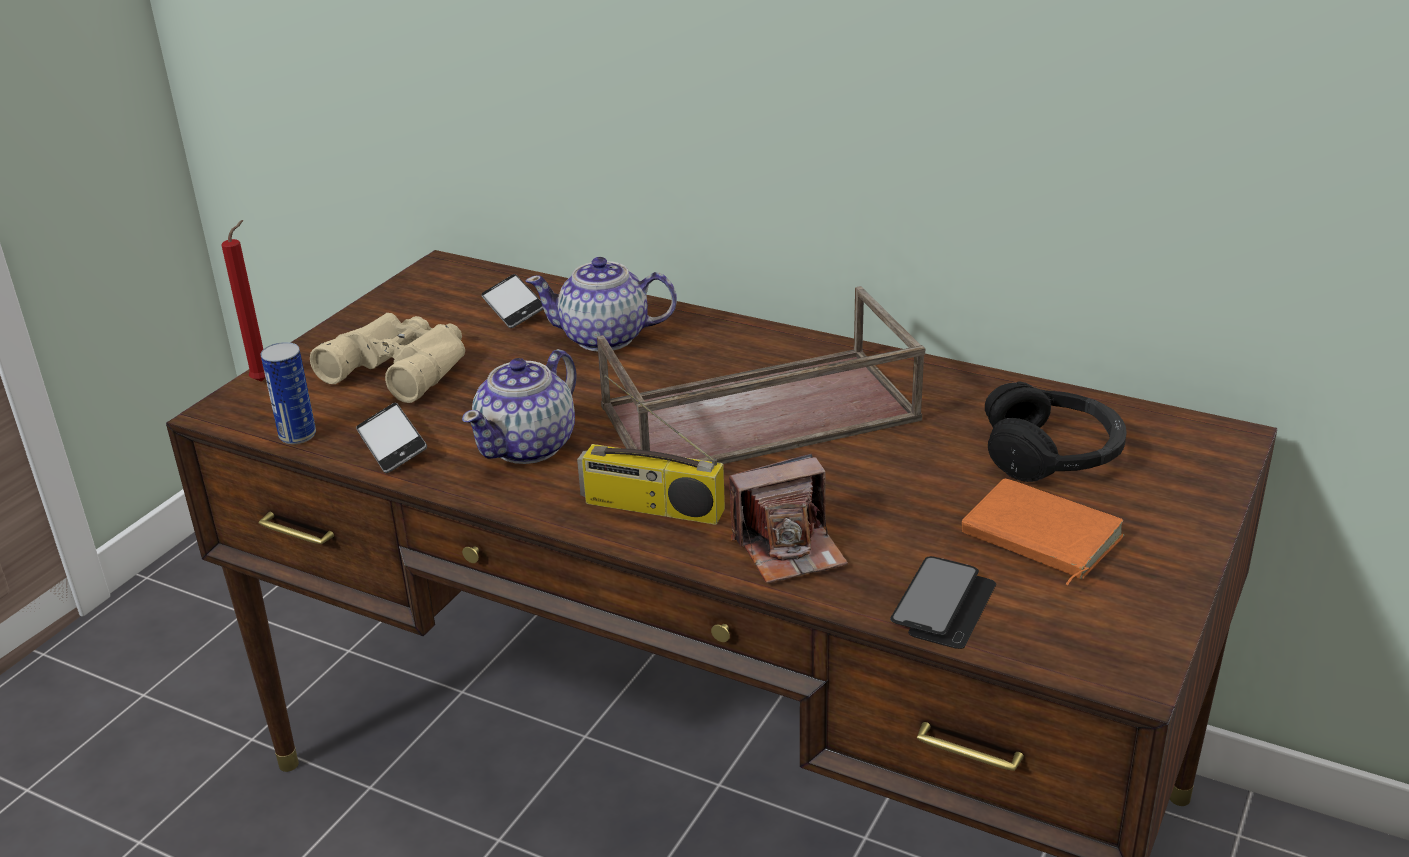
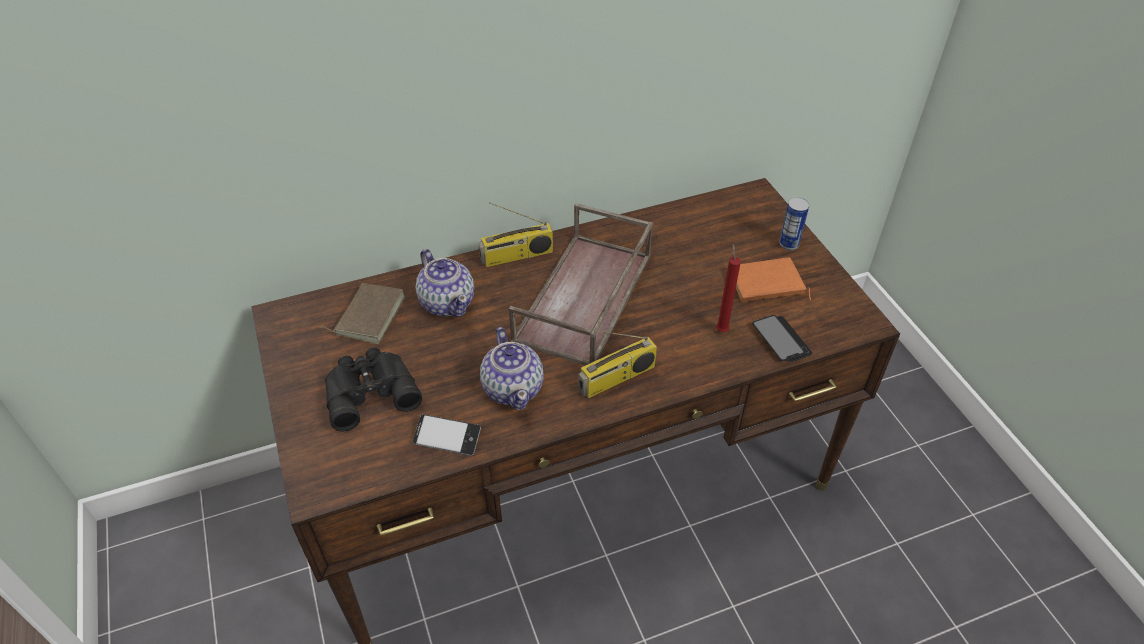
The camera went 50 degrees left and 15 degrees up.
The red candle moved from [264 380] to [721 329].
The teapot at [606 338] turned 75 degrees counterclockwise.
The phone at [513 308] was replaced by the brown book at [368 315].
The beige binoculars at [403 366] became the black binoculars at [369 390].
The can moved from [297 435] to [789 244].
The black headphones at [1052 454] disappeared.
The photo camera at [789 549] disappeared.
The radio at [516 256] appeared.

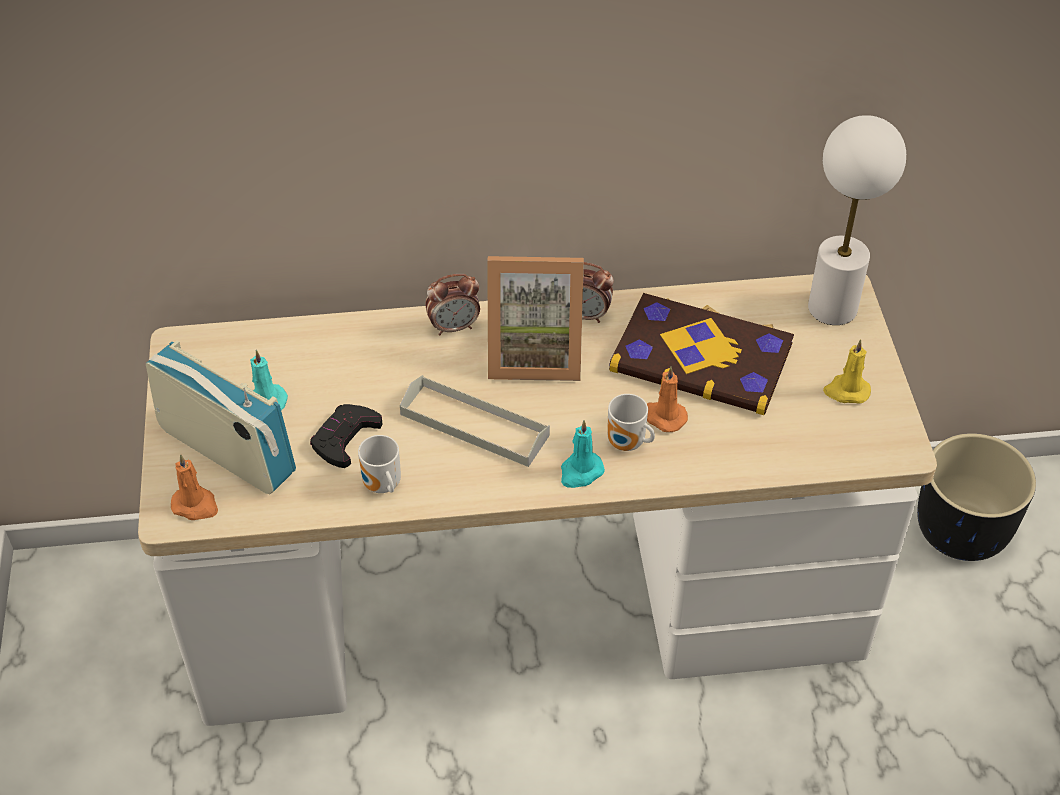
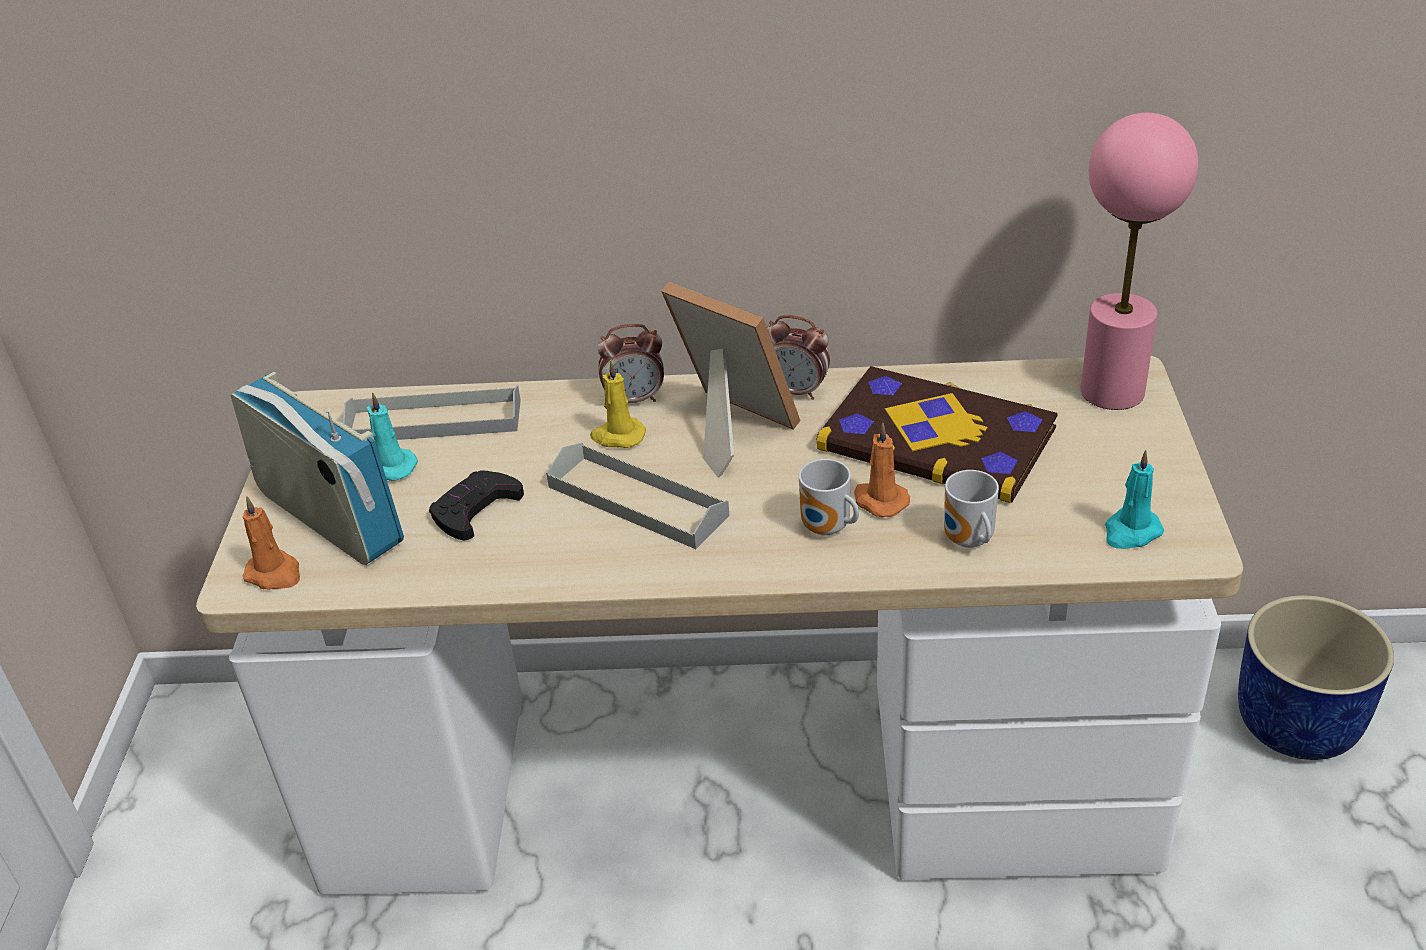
The camera went 10 degrees right and 10 degrees down.
The white table lamp at [833 307] became the pink table lamp at [1113 391].
The picture frame at [534 353] turned 150 degrees counterclockwise.
The yellow candle moved from [846 391] to [617 436].
The turquoise candle moved from [580 472] to [1131 532].
The black planter at [962 531] became the blue planter at [1298 725].
The mug moved from [381 487] to [968 542].
The grey tray at [434 421] appeared.

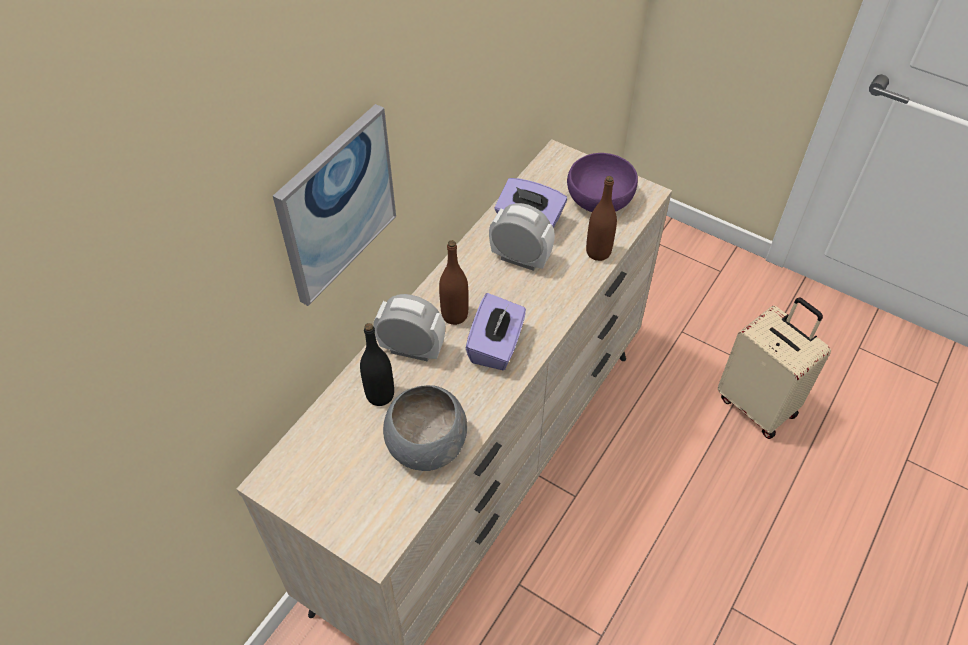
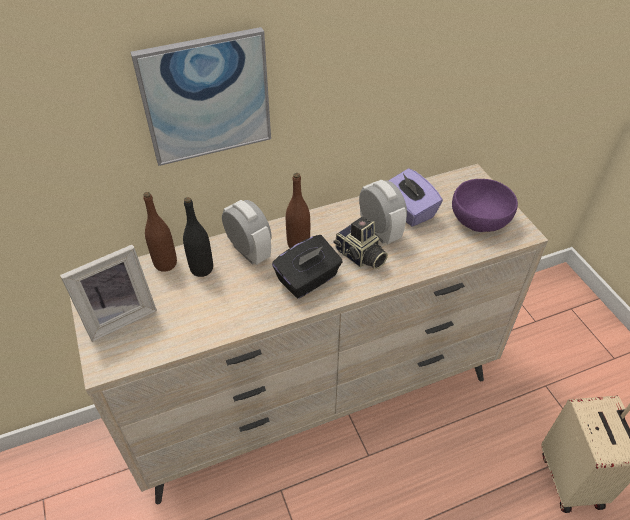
The camera went 35 degrees right and 5 degrees down.
The brown bottle moved from [598 252] to [165 264].
The purple tissue box at [496 346] became the black tissue box at [308 280].
The grey bowl at [425 445] disappeared.
The photo camera at [360 256] appeared.
The picture frame at [119 316] appeared.

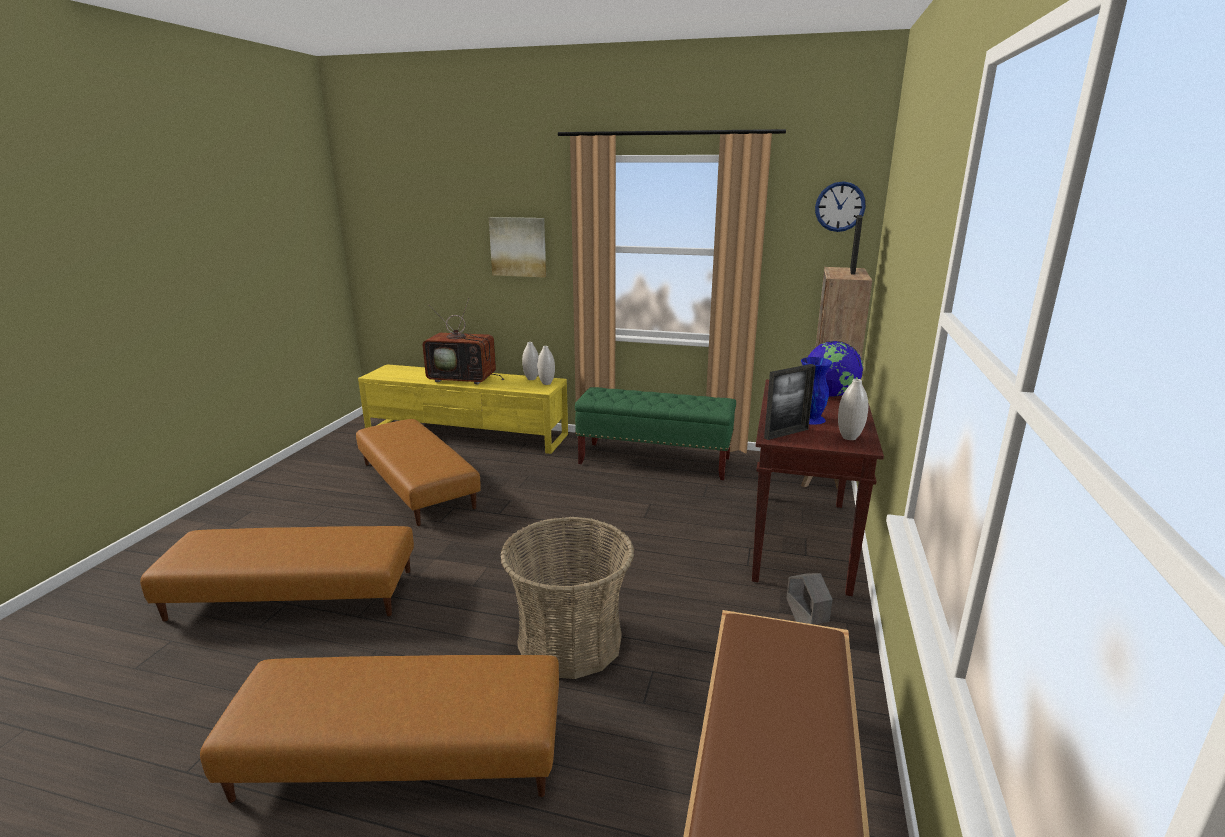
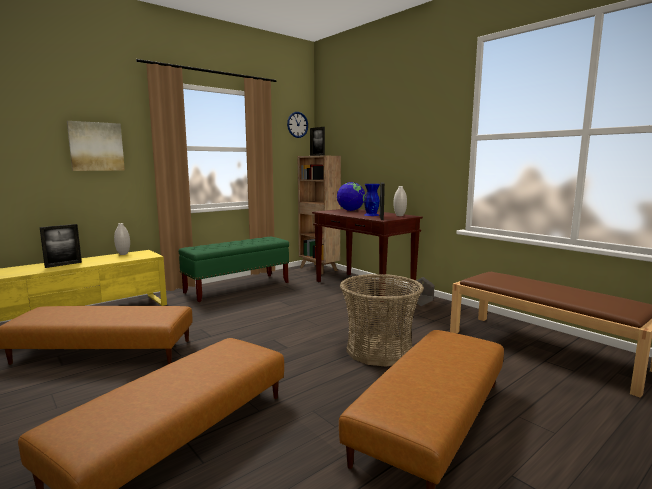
The camera went 55 degrees left and 10 degrees down.
The television at [465 378] was replaced by the picture frame at [63 265].
The white vase at [546 383] disappeared.

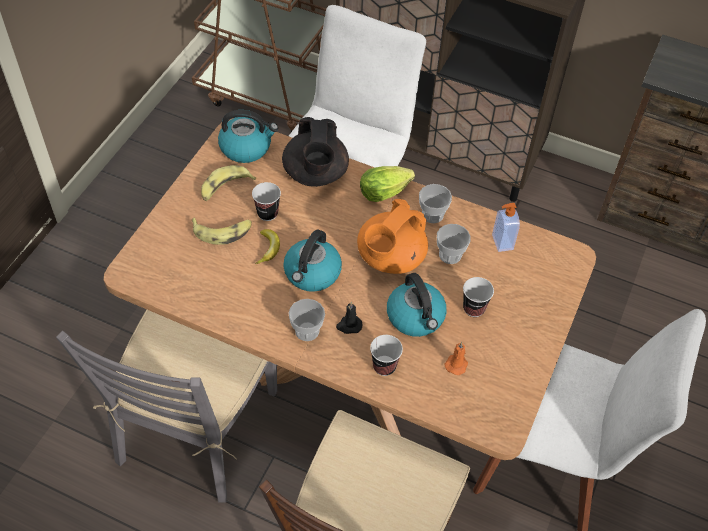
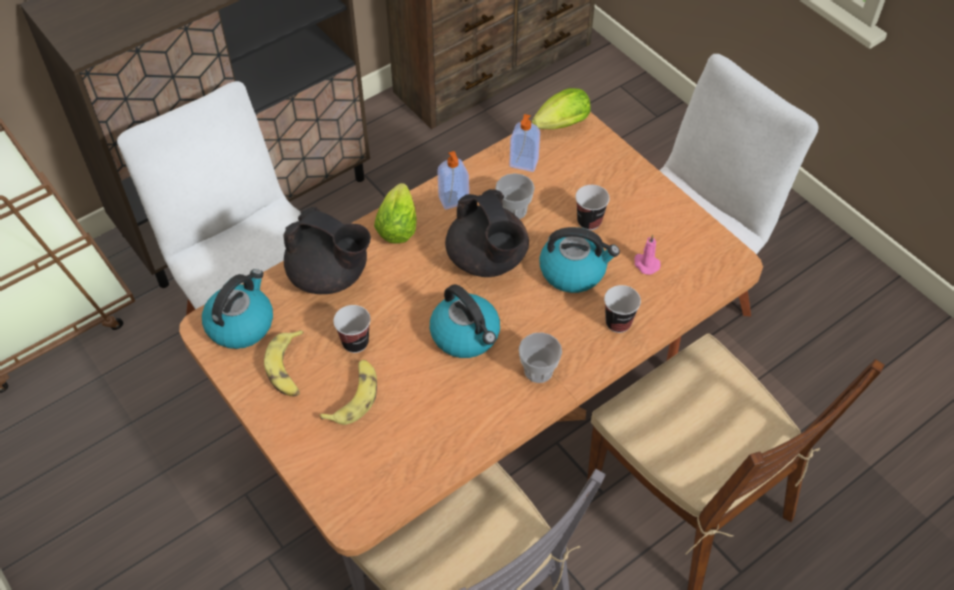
The camera went 60 degrees left and 0 degrees up.
The cup at [432 215] was replaced by the soap dispenser at [454 201].
The orange teapot at [390 258] became the black teapot at [487 260].
The banana at [268 248] disappeared.
The black candle at [349 325] disappeared.
The orange candle at [456 364] became the pink candle at [645 264].
The lettuce at [559 126] appeared.

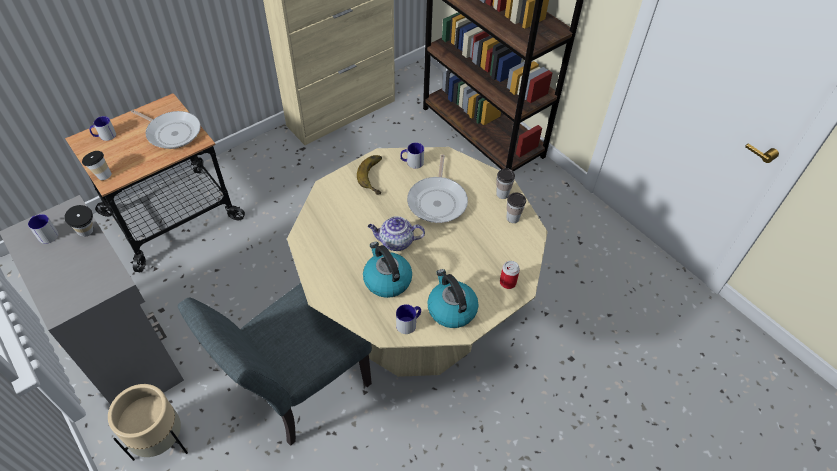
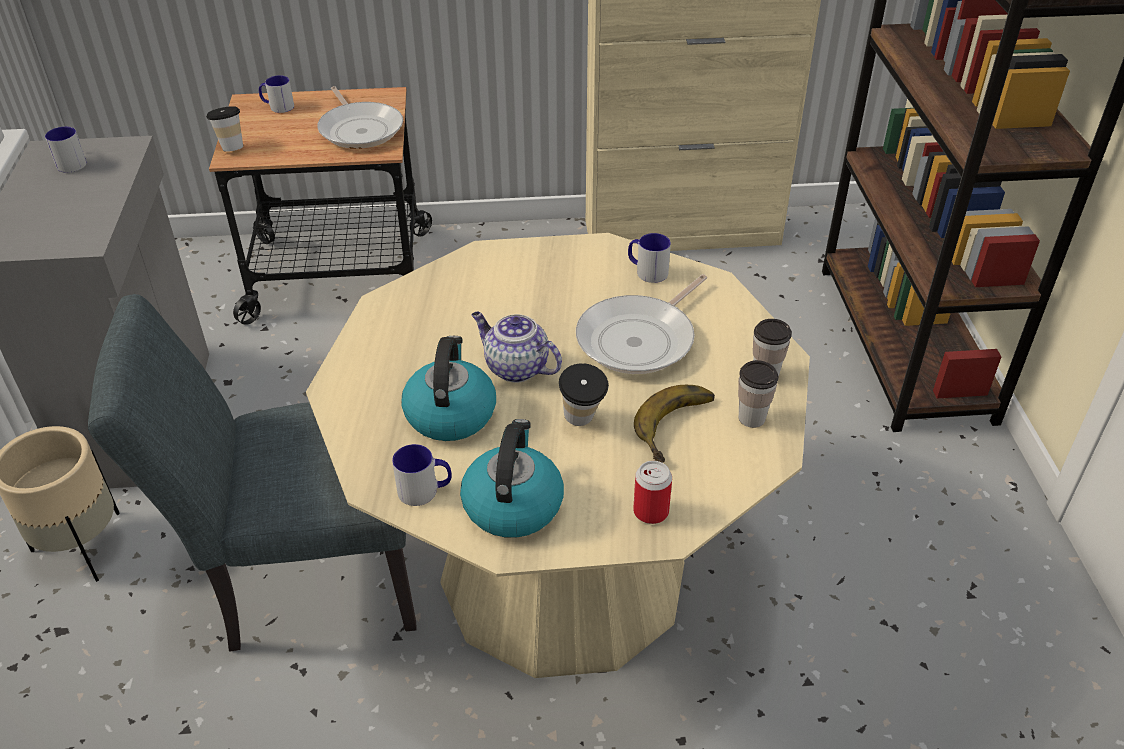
The camera went 35 degrees right and 10 degrees down.
The banana moved from [376 176] to [681 428].
The cup moved from [89 233] to [582 423].

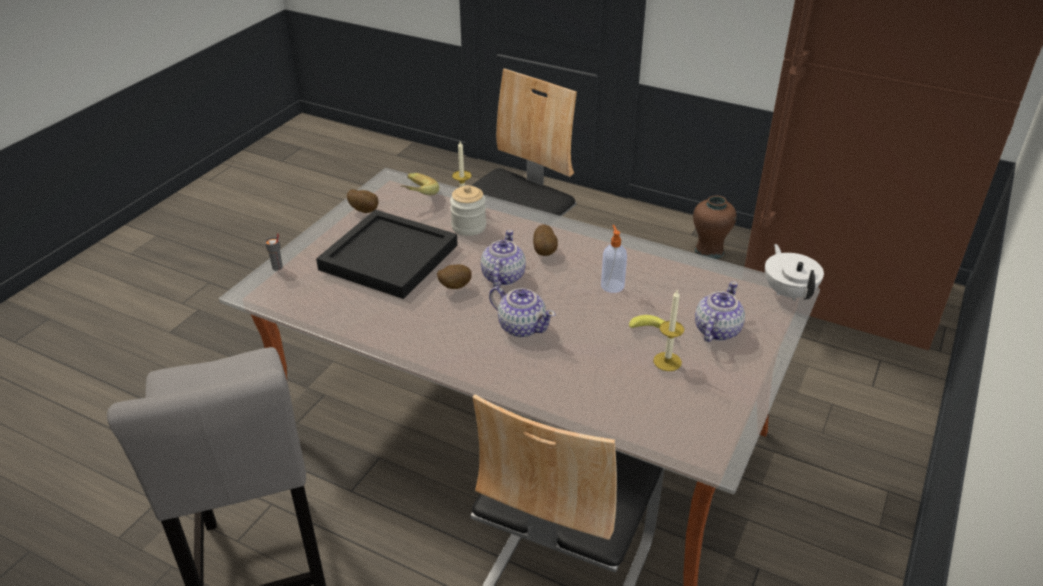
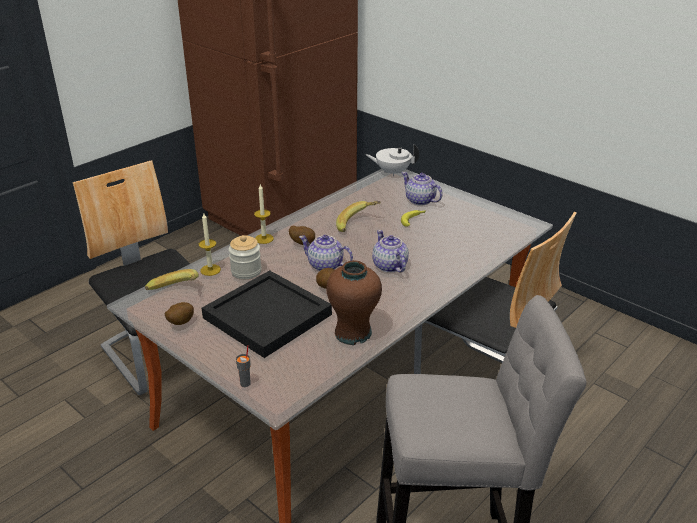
The camera went 75 degrees left and 5 degrees down.
The brown vase moved from [709 252] to [353 333].
The soap dispenser at [612 285] was replaced by the banana at [358 225].
The teapot at [521 326] turned 75 degrees counterclockwise.
The candle moved from [667 361] to [264 239].

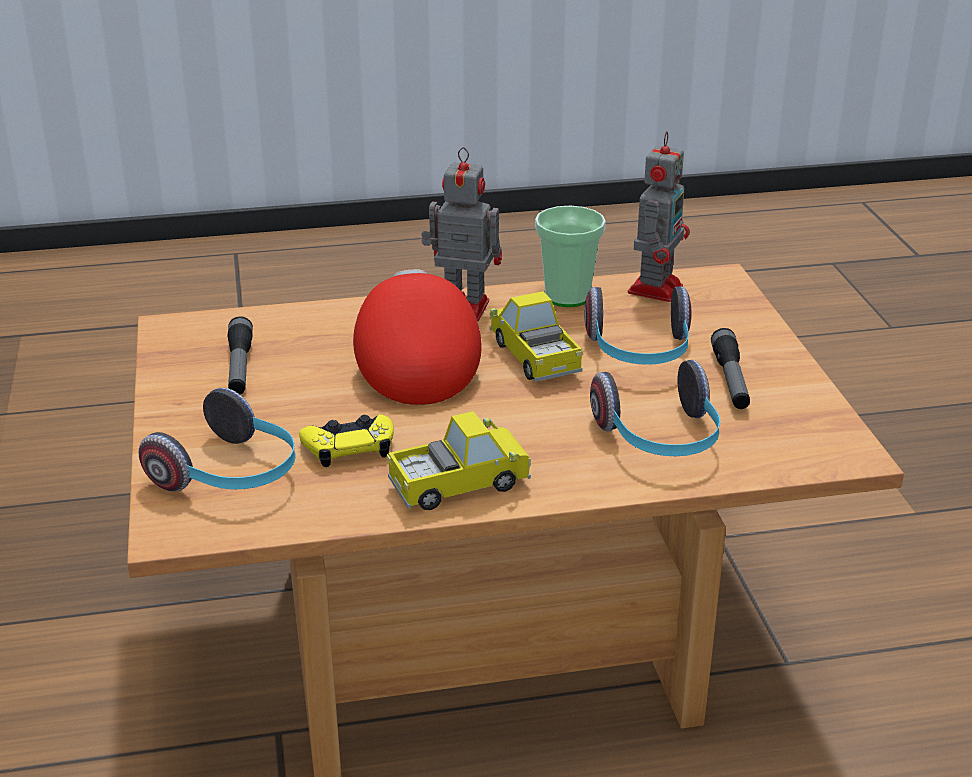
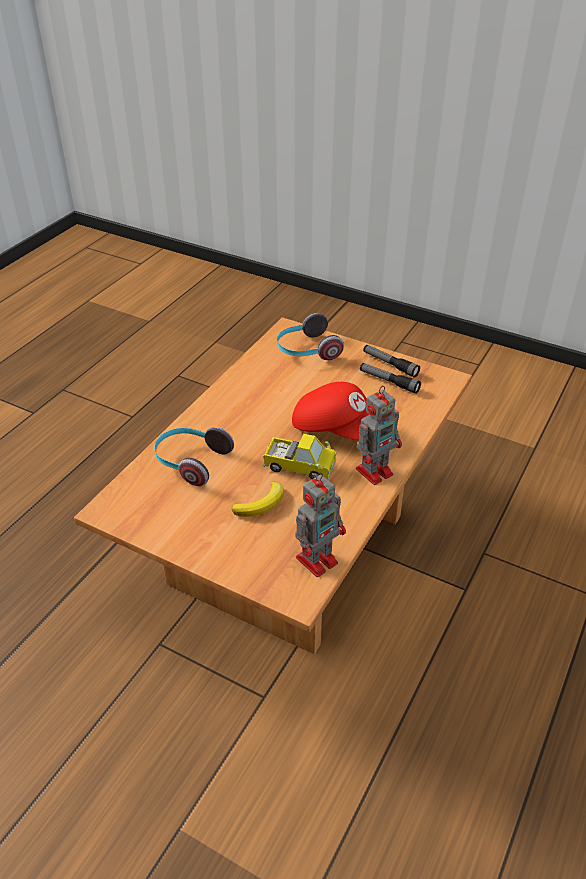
The camera went 130 degrees right and 10 degrees up.
The toy robot at [656 288] turned 105 degrees counterclockwise.
The cup at [567 296] disappeared.
The headphones at [639 353] was replaced by the banana at [261 503].
The flashlight moved from [730 380] to [390 364].
The toy truck at [459 485] disappeared.
The yellow game controller at [349 447] disappeared.

